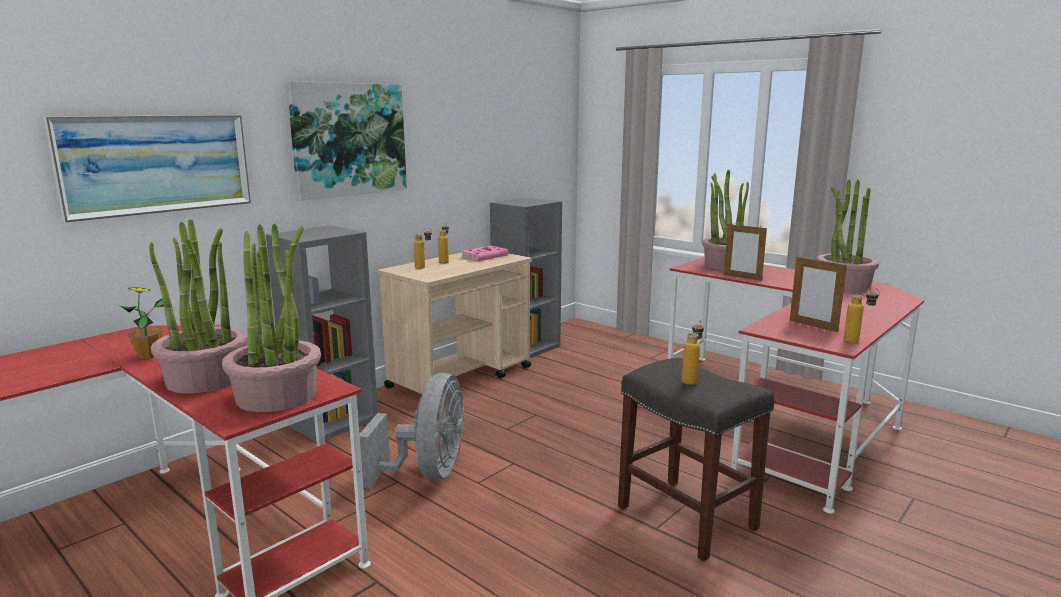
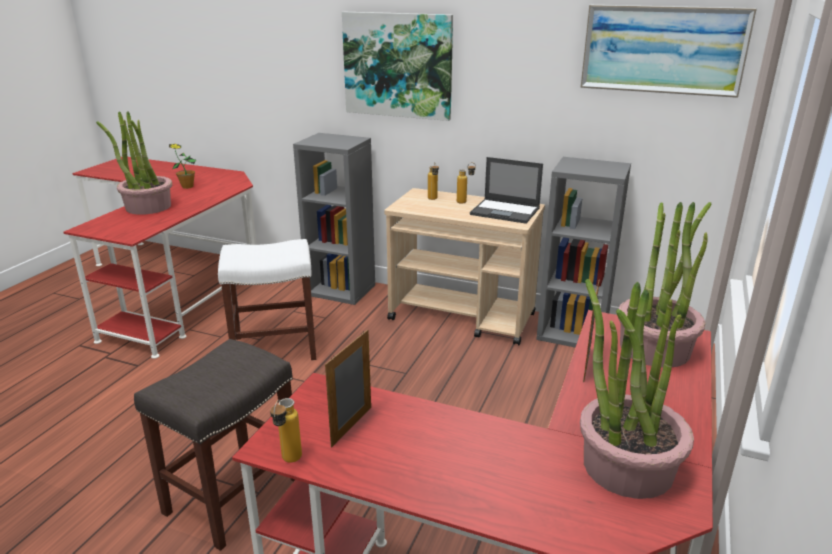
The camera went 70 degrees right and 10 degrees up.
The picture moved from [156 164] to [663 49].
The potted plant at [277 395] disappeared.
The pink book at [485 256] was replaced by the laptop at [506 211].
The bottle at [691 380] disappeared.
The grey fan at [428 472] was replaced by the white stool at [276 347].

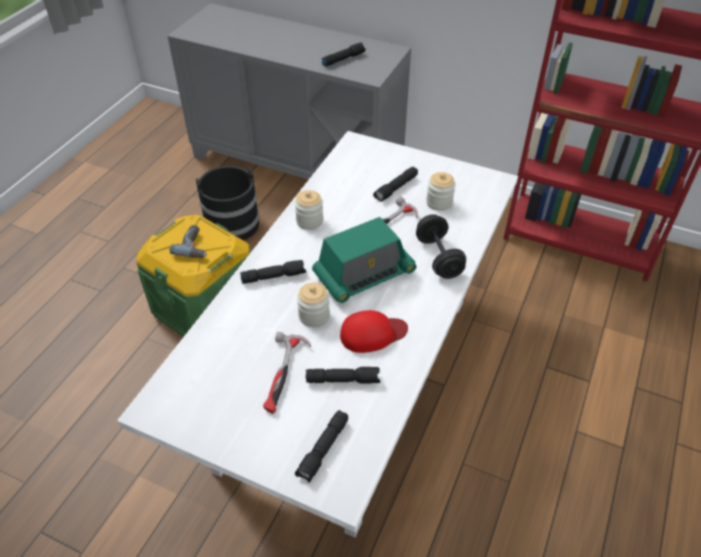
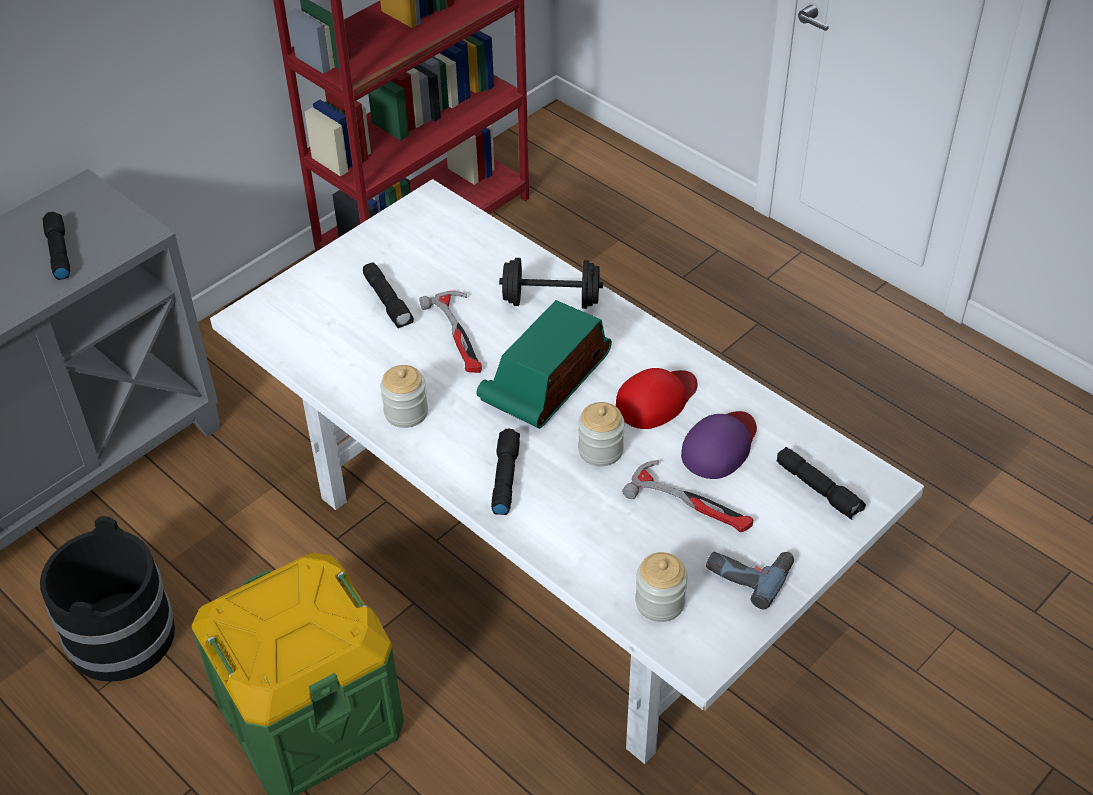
The camera went 70 degrees left and 0 degrees up.
The jar moved from [439 202] to [660 602].
The radio at [364 274] turned 135 degrees counterclockwise.
The power drill moved from [195 246] to [749 572].
The red cap at [372 334] turned 45 degrees clockwise.
The black flashlight at [343 379] was replaced by the purple cap at [720 446].

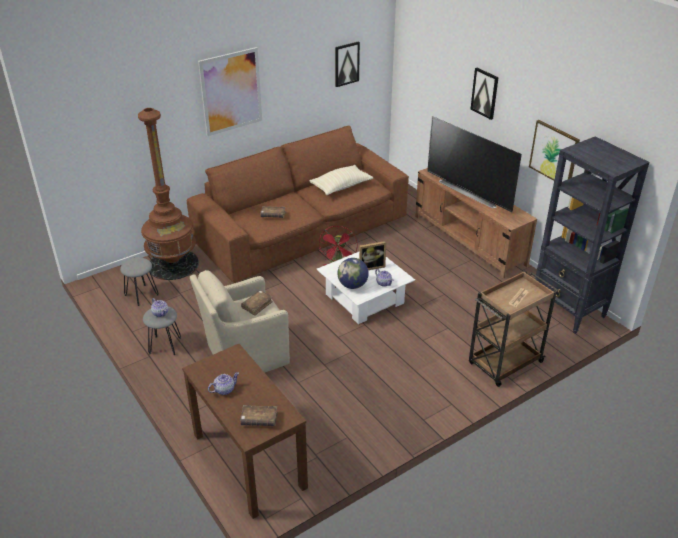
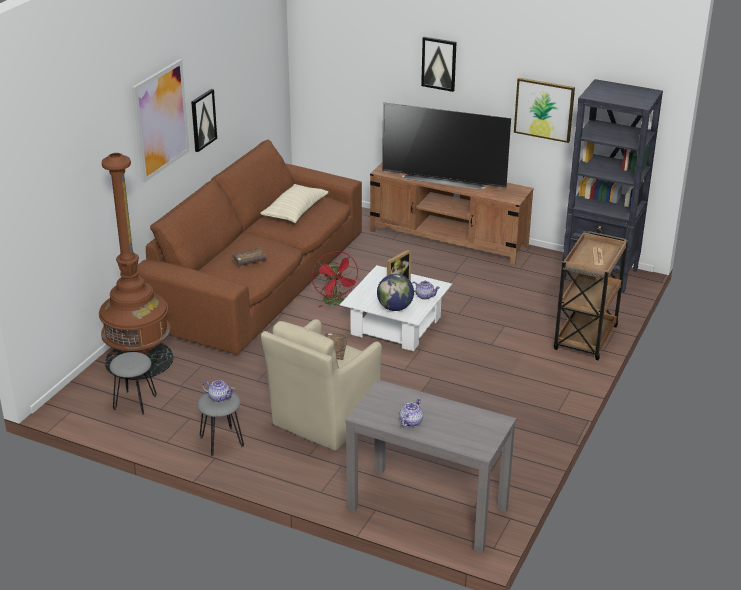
The camera went 30 degrees left and 5 degrees down.
The picture moved from [346 64] to [203 120].
The brown console table at [248 460] became the grey console table at [426 508].
The brown book at [259 419] disappeared.

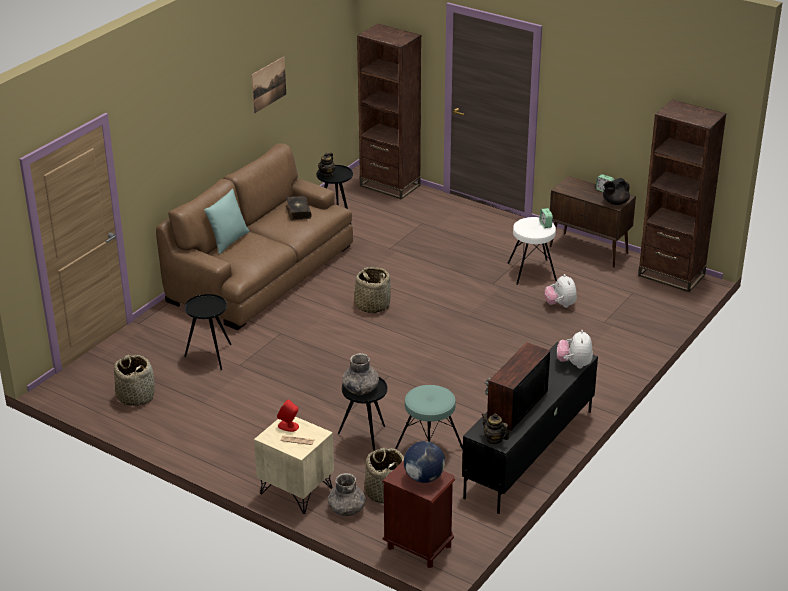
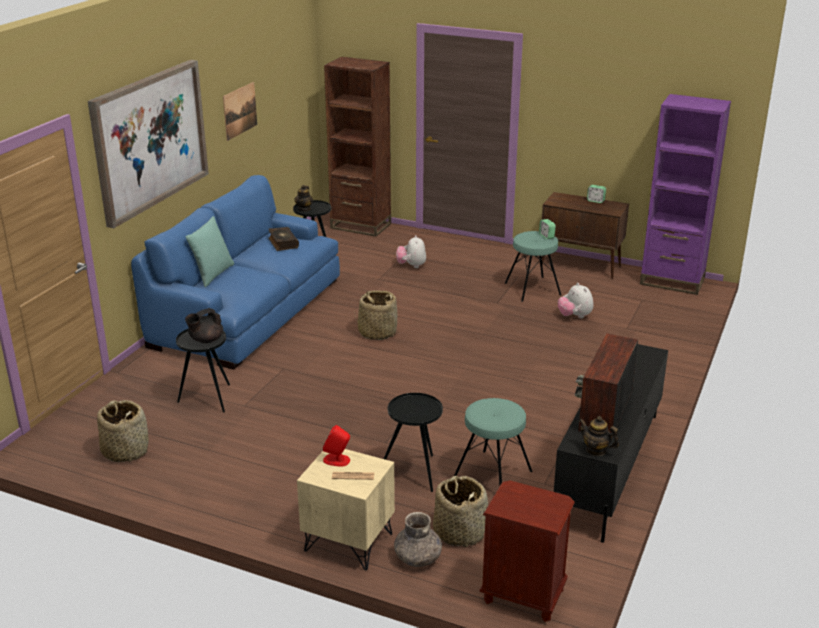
The camera went 10 degrees left and 5 degrees down.
The brown bookcase at [671 275] became the purple bookcase at [672 281].
The brown sofa at [261 273] became the blue sofa at [247 312].
The black teapot moved from [615 202] to [206 340].
The white stool at [531 272] became the turquoise stool at [532 289].
The plush toy moved from [574 364] to [411 266].
The grey vase at [360 388] disappeared.
The globe at [424 477] disappeared.
The picture at [150 140] appeared.

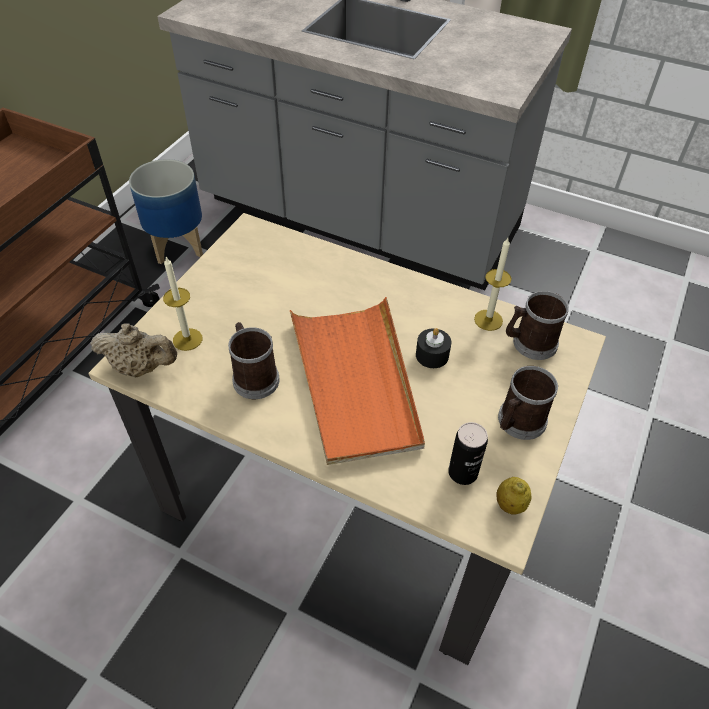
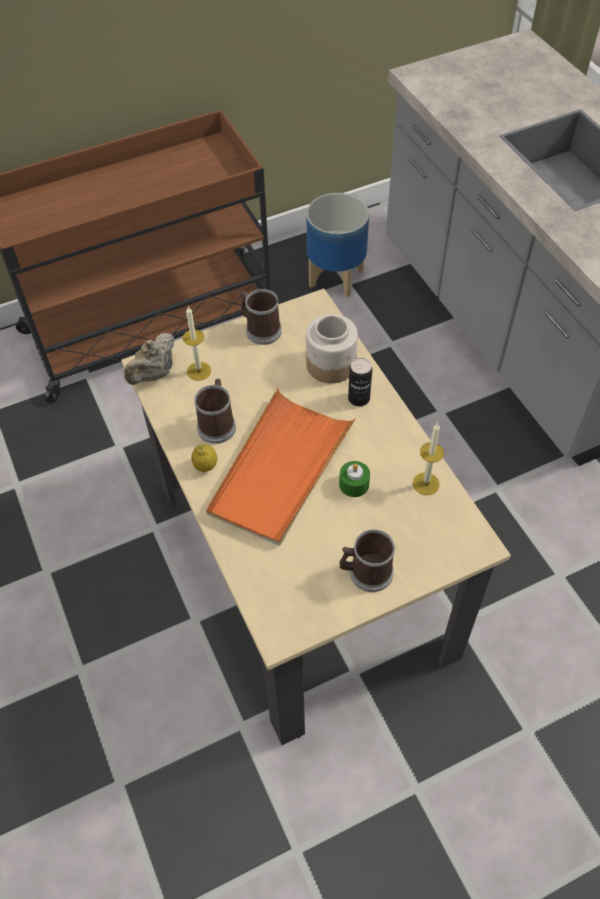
The camera went 40 degrees right and 5 degrees up.
The mug moved from [529 343] to [260 329].
The beige teapot at [141 367] turned 75 degrees clockwise.
The black candle at [432 355] became the green candle at [354 484].
The can moved from [462 472] to [359 398].
The lemon moved from [510 505] to [205 466].
The jar at [331 364] appeared.

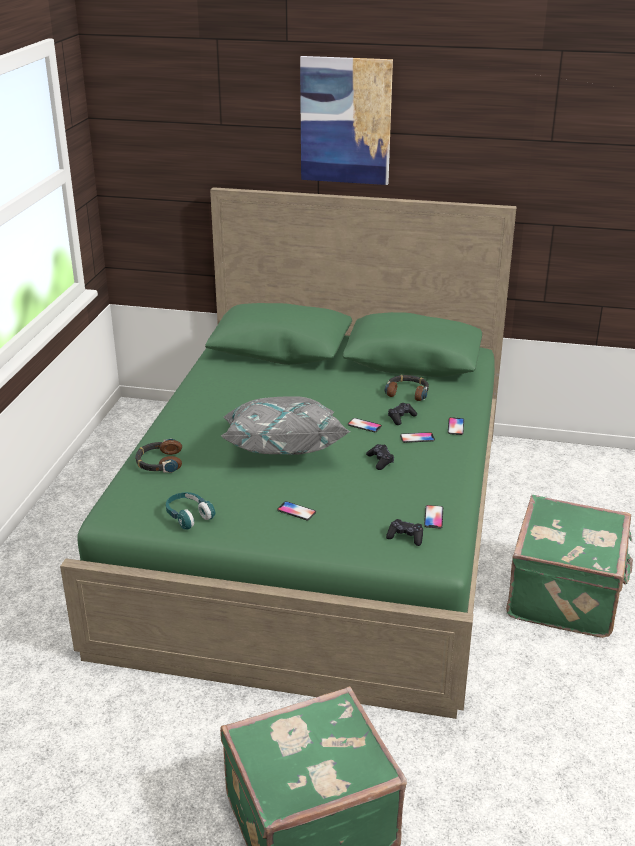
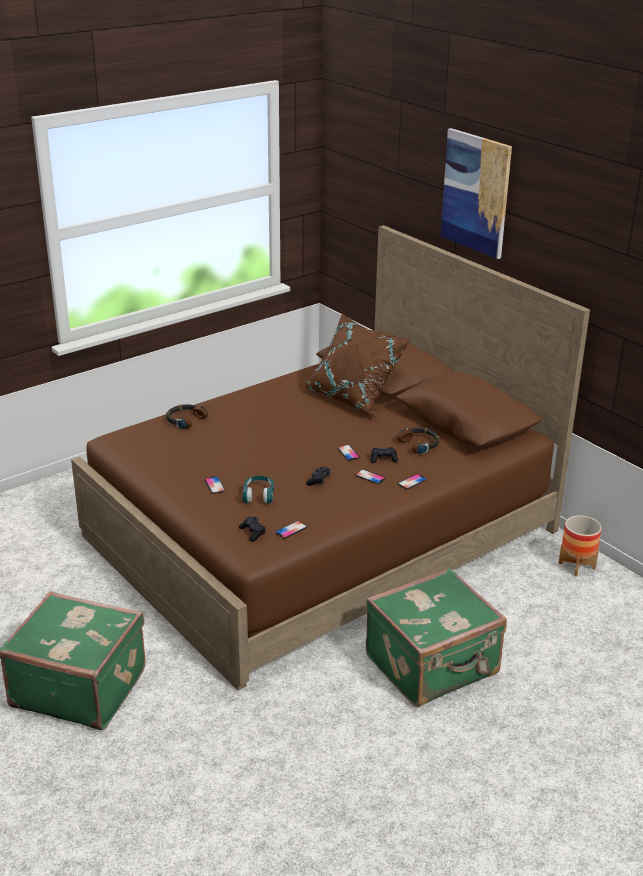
The camera went 40 degrees right and 0 degrees up.
The green bed at [319 531] became the brown bed at [321 533].
The grey pillow at [282 446] disappeared.
The turquoise headphones moved from [188 516] to [258 495].
The brown pillow at [354 397] appeared.
The planter at [577 565] appeared.

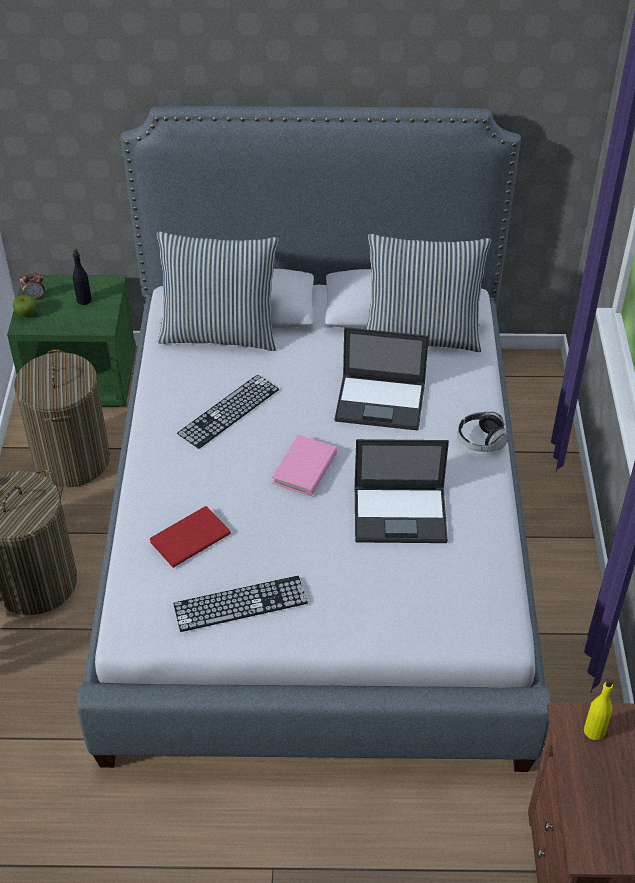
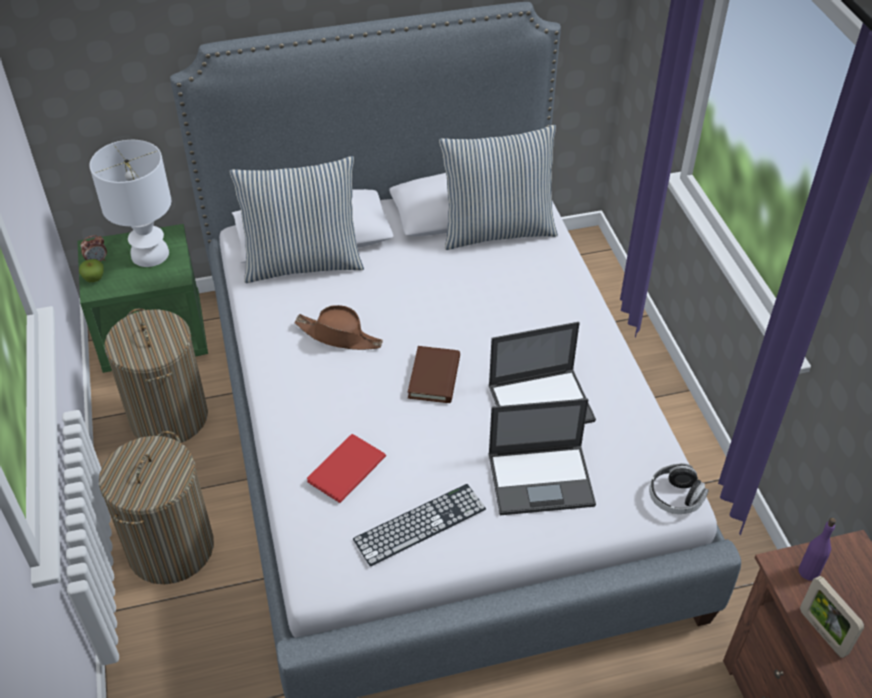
The camera went 15 degrees left and 0 degrees up.
The black bottle at [84 300] was replaced by the white table lamp at [149 255].
The laptop moved from [381 402] to [542 479].
The keyboard at [229 411] was replaced by the brown hat at [339 336].
The headphones moved from [481 440] to [675 497].
The pink book at [305 468] became the brown book at [434 377].
The yellow bottle at [594 730] became the purple bottle at [809 571].
The picture frame at [822 632] appeared.

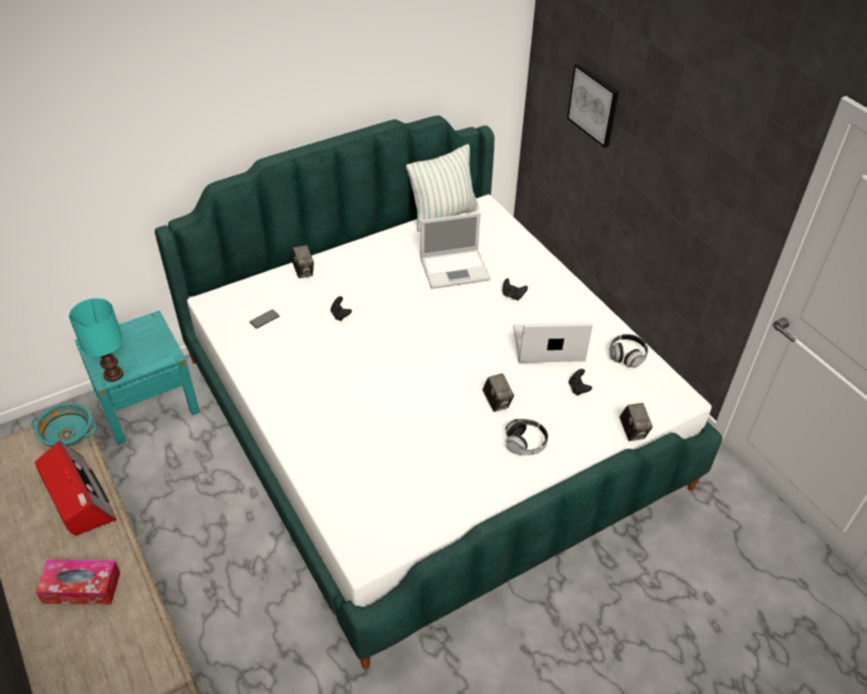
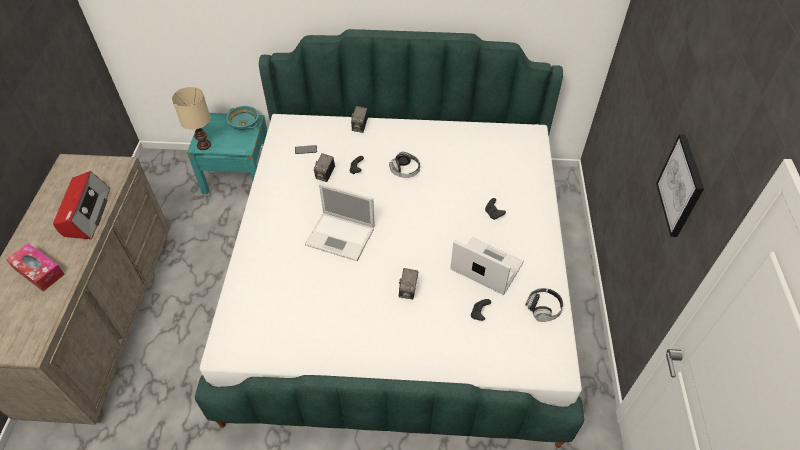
The camera went 35 degrees right and 5 degrees up.
The picture moved from [594 104] to [681 186].
The pillow at [443 215] disappeared.
The laptop moved from [456 268] to [341 236].
The turquoise table lamp at [114 374] became the beige table lamp at [204 145].
The turquoise bowl moved from [68 434] to [244 124].
The photo camera moved from [633 431] to [325 175].
The headphones moved from [525 443] to [405 170].

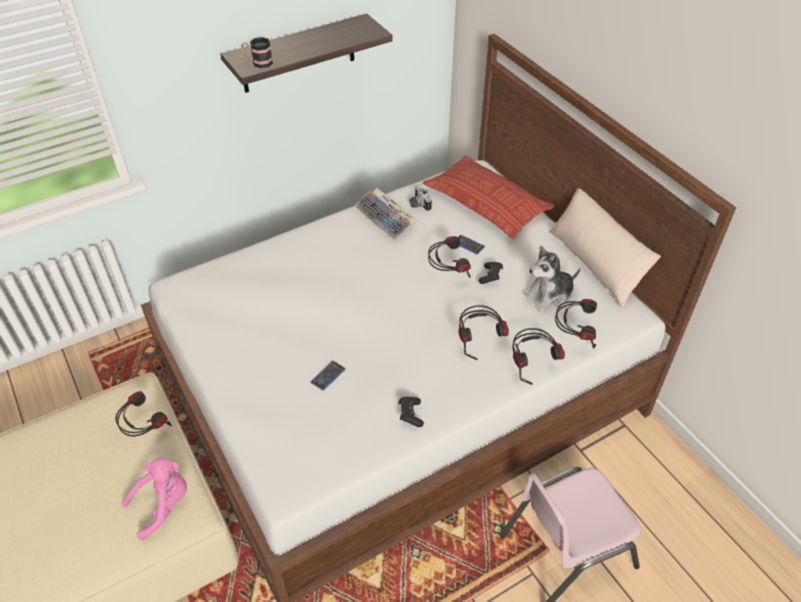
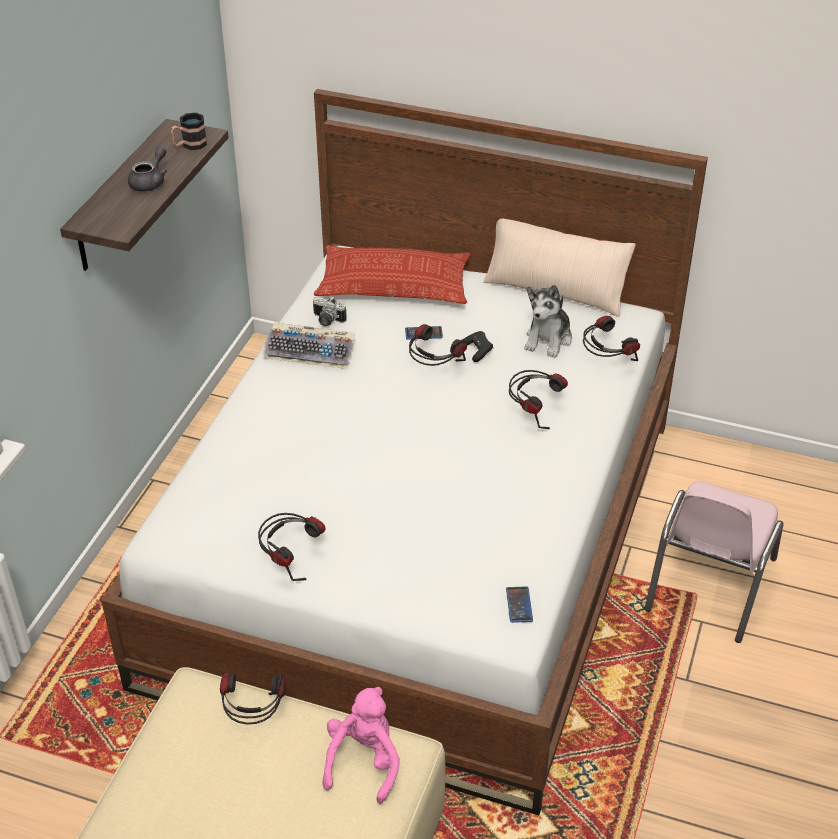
The camera went 40 degrees left and 5 degrees down.
The mug moved from [258 62] to [189 145].
The headphones moved from [531 365] to [290 560].
The phone moved from [328 376] to [519 605].
The black game controller at [410 415] disappeared.
The grey teapot at [150 182] appeared.

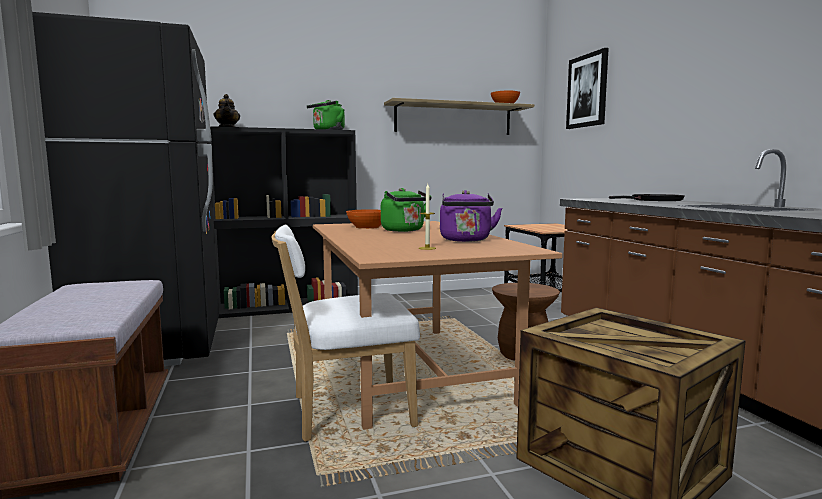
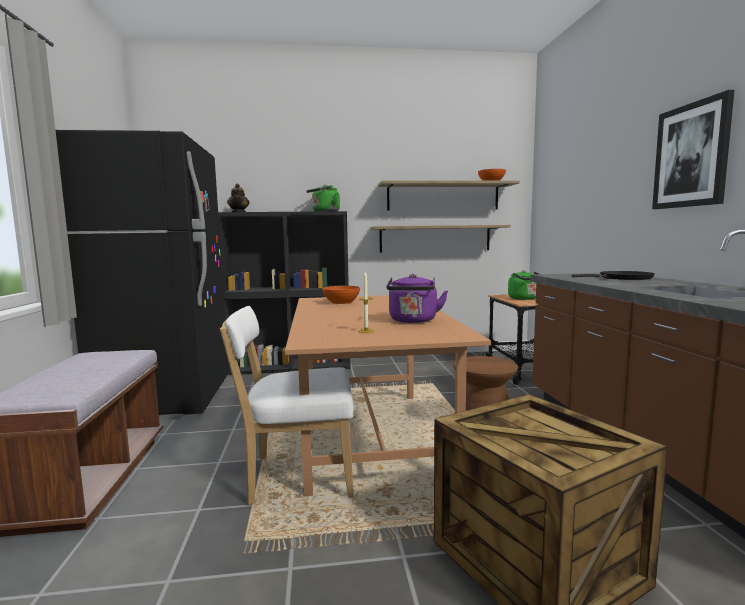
The camera went 10 degrees right and 0 degrees up.
The picture moved from [587 91] to [691 155].
The green kettle moved from [404 230] to [524 299].
The shelf at [435 238] appeared.

